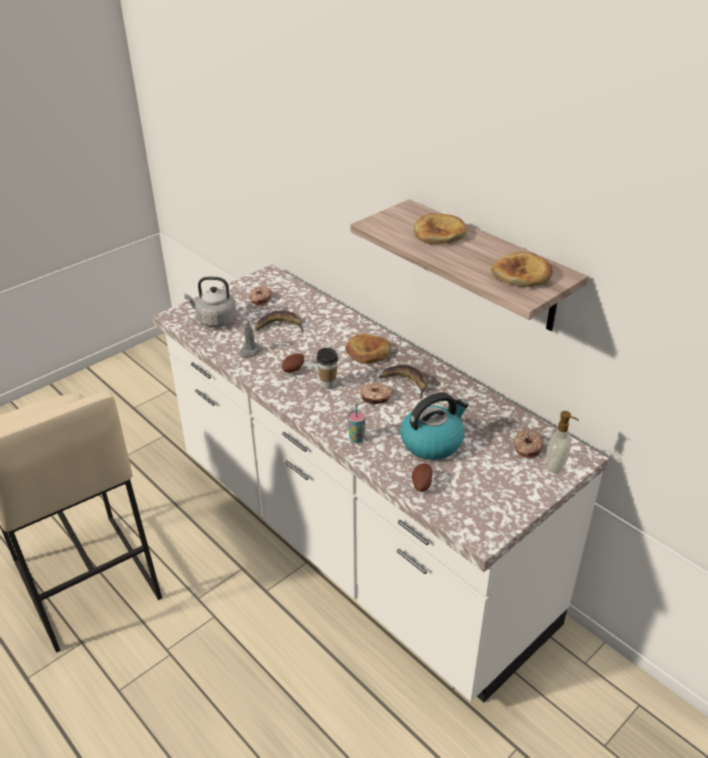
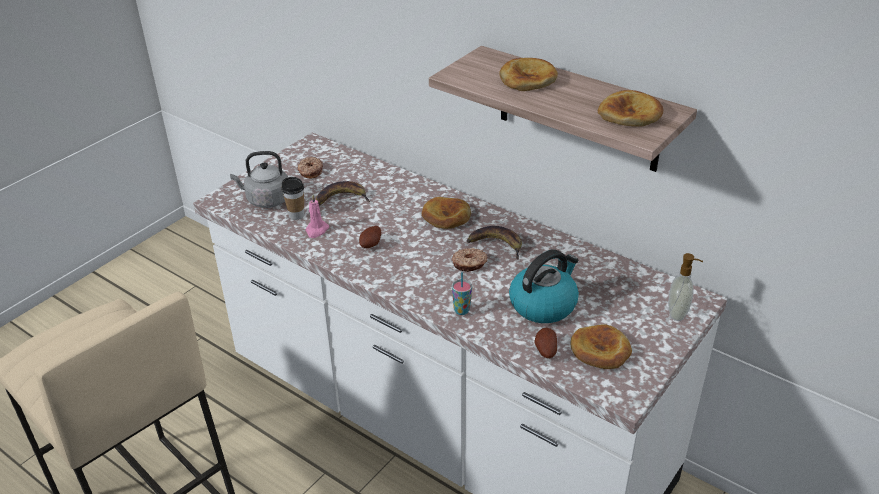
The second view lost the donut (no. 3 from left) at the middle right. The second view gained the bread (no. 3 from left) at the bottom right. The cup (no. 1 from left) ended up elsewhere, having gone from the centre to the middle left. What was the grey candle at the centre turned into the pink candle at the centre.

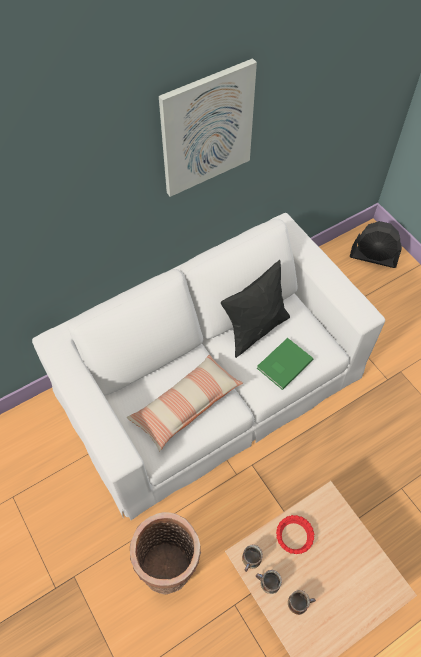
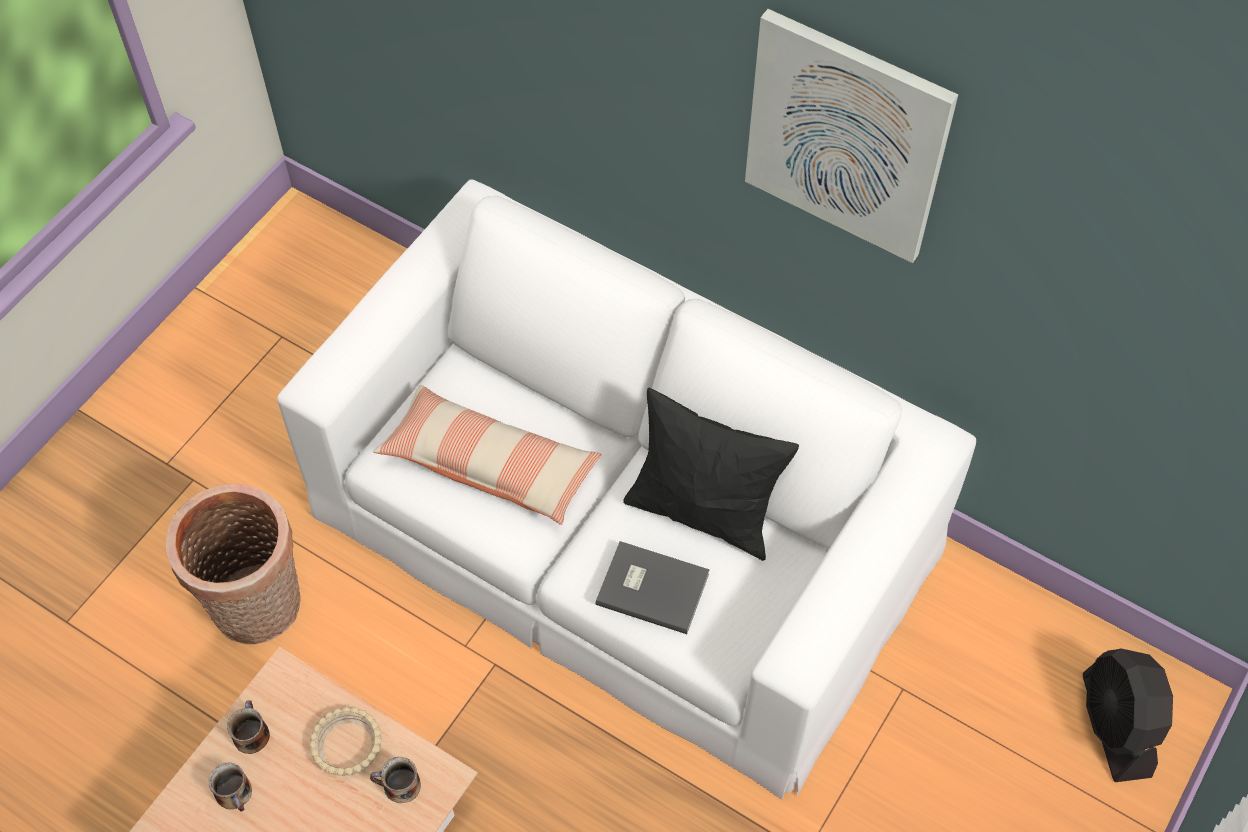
The mug (no. 1 from left in the first image) ended up elsewhere, having gone from the bottom centre to the bottom left. What was the green book at the middle right turned into the grey book at the bottom centre. What was the red bowl at the bottom right turned into the beige bowl at the bottom left.

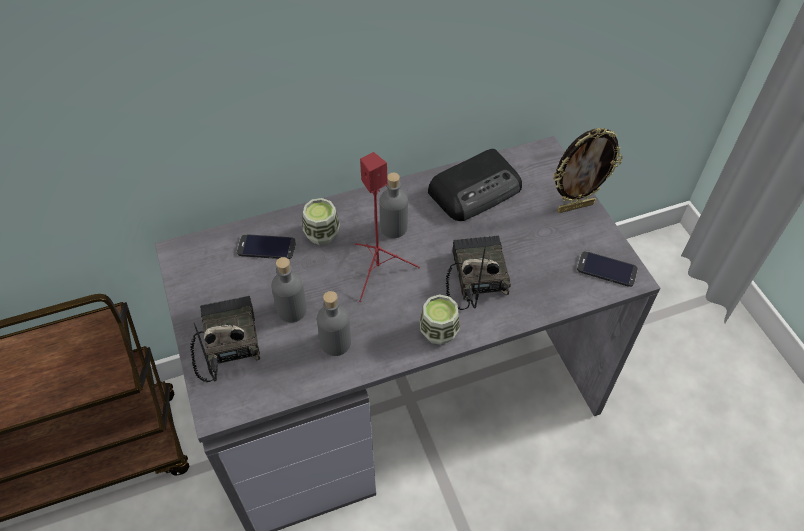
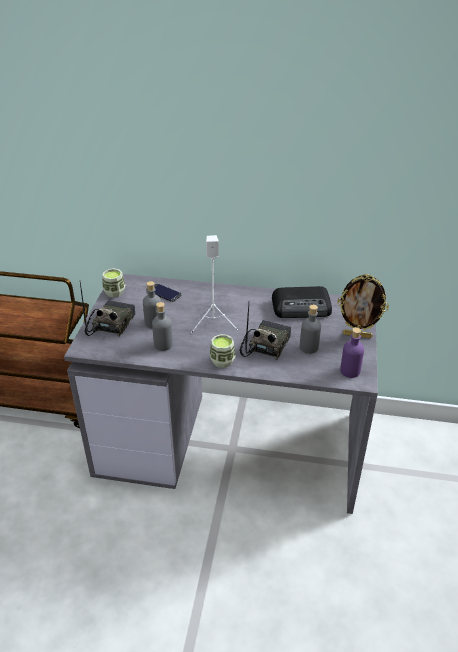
The cup (no. 1 from left) ended up elsewhere, having gone from the centre to the middle left. The grey bottle (no. 3 from left) ended up elsewhere, having gone from the centre to the middle right. Where the phone (no. 2 from left) stood at the middle right, the purple bottle came to stand at the middle right. What was the red speaker at the centre turned into the white speaker at the centre.

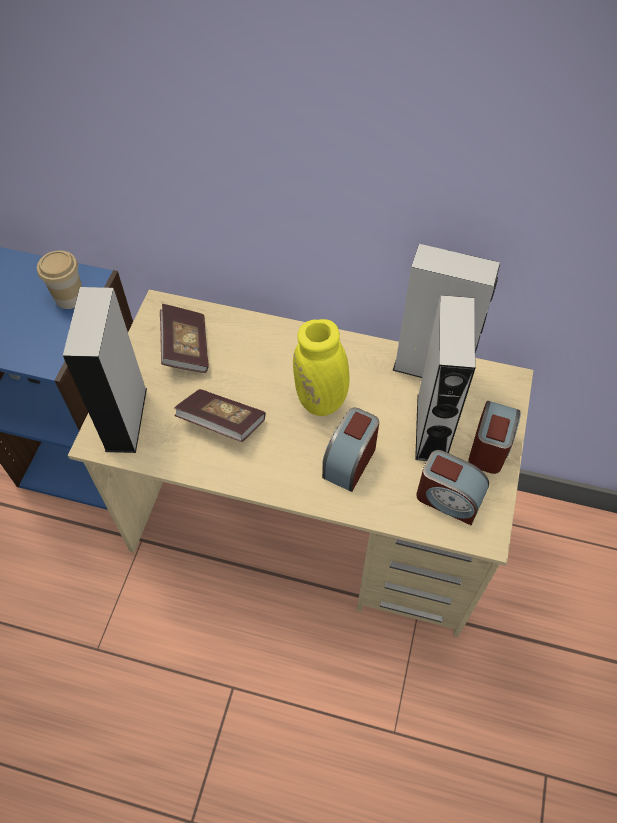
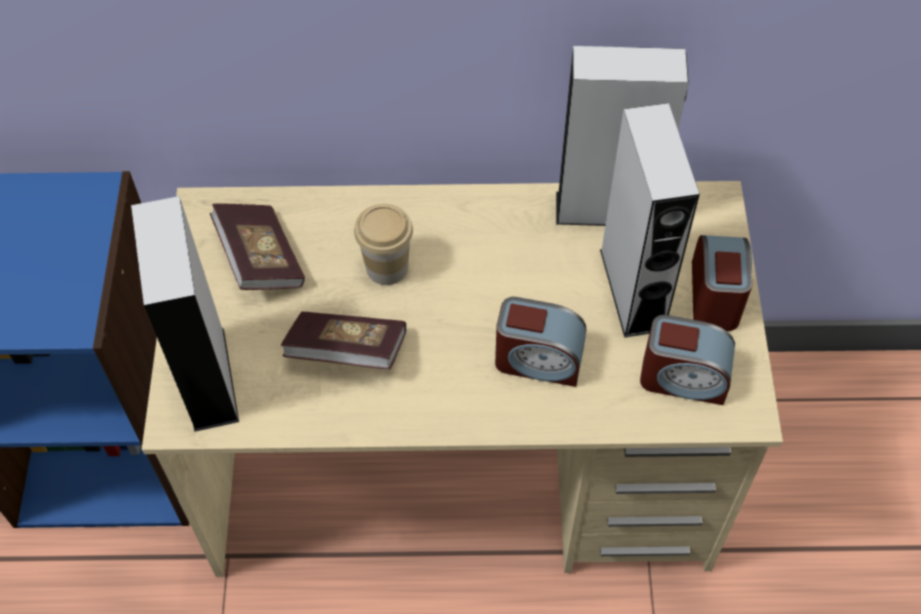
The second view lost the yellow vase at the centre. The cup ended up elsewhere, having gone from the middle left to the centre. The alarm clock (no. 1 from left) at the centre ended up facing another way, 90 degrees counterclockwise from before.

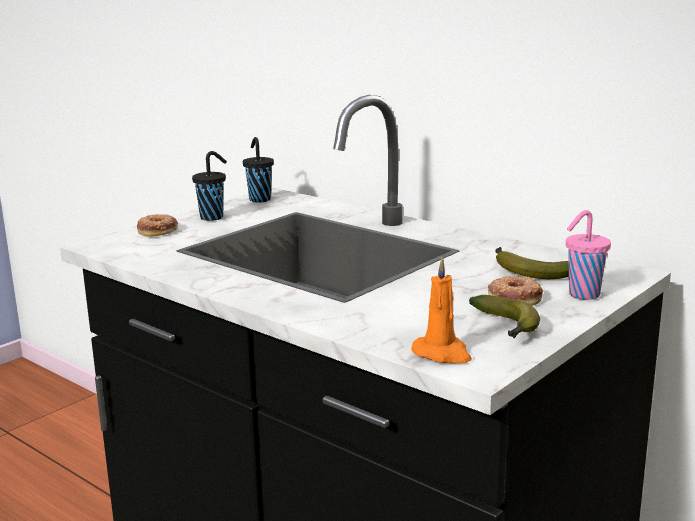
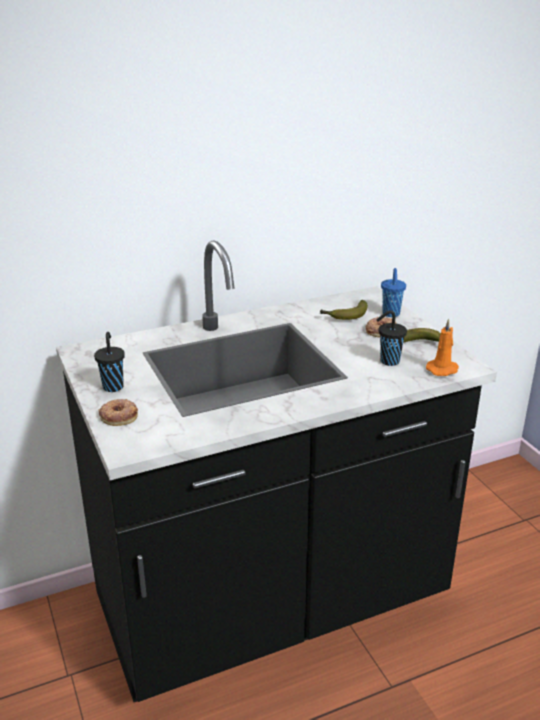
The black cup (no. 2 from left) ended up elsewhere, having gone from the top centre to the middle right. What was the pink cup at the middle right turned into the blue cup at the middle right.

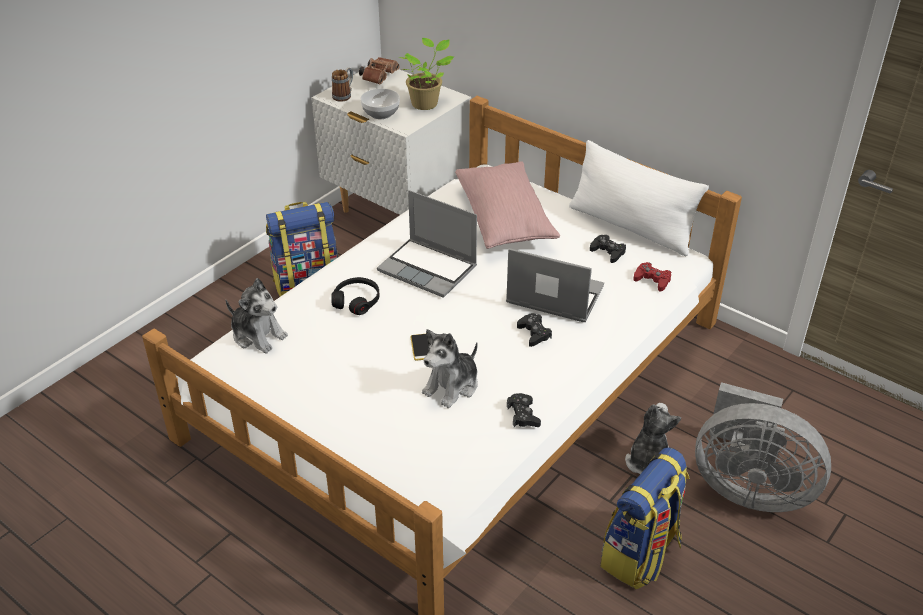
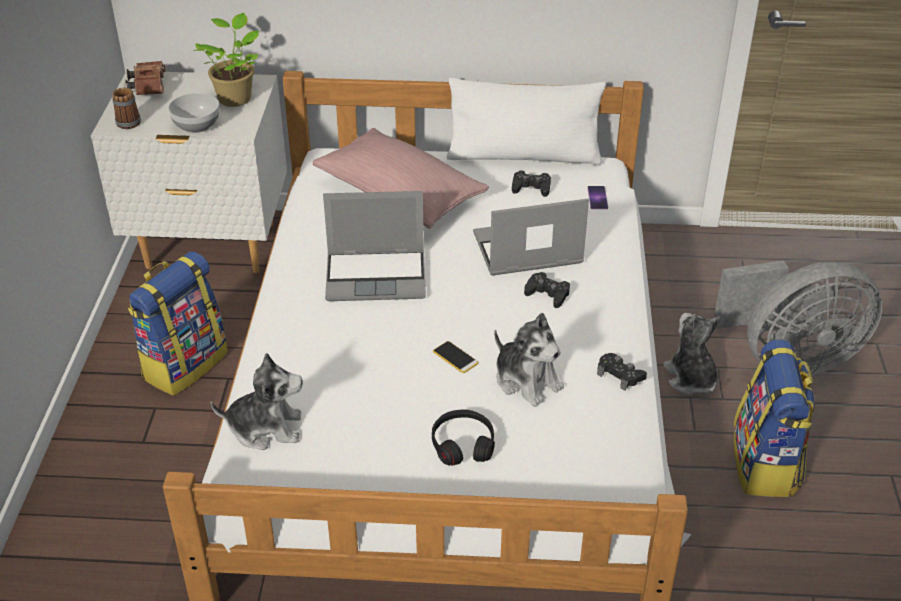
The black headphones ended up elsewhere, having gone from the centre to the bottom centre. Where the red game controller stood at the middle right, the phone (no. 2 from left) came to stand at the top centre. The plush toy (no. 2 from left) at the centre ended up facing another way, 45 degrees counterclockwise from before.

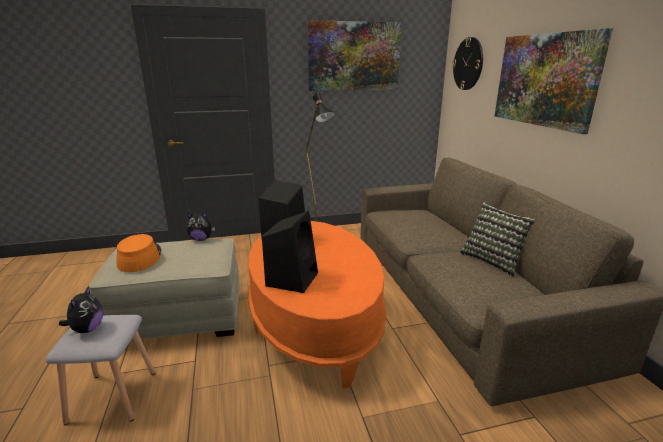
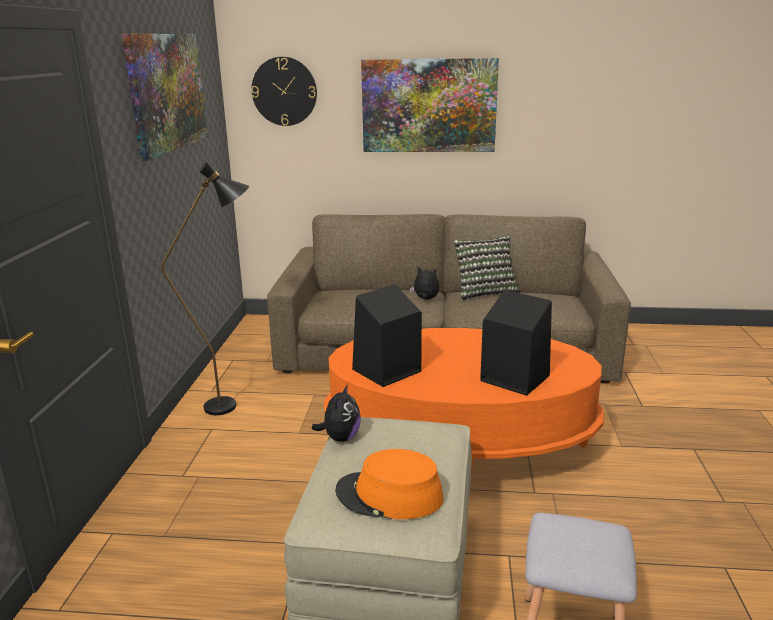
The plush toy (no. 1 from left in the first image) ended up elsewhere, having gone from the bottom left to the centre.

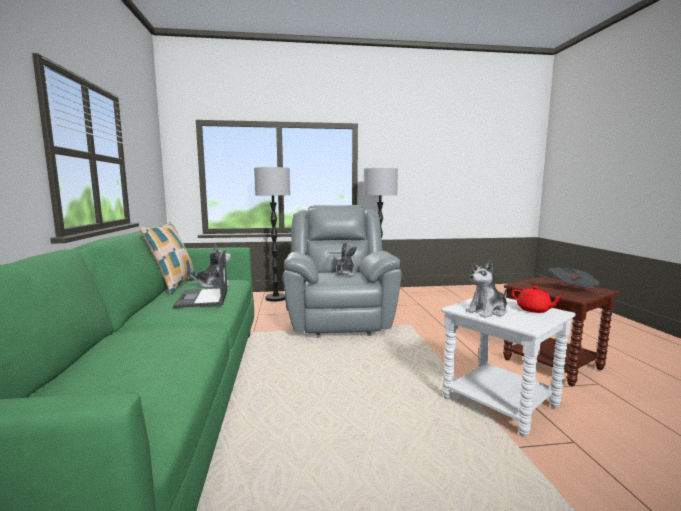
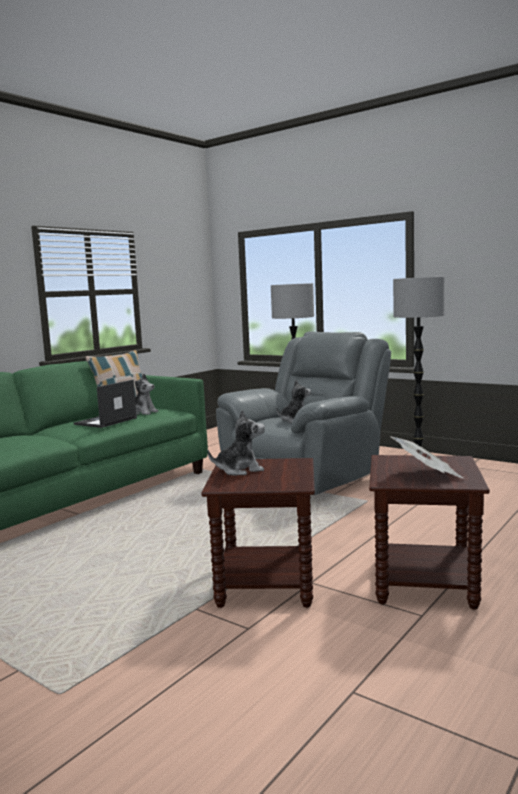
The second view lost the red teapot at the middle right. What was the white side table at the bottom right turned into the brown side table (no. 1 from left) at the bottom centre. The plush toy (no. 3 from left in the first image) at the middle right ended up facing another way, 150 degrees clockwise from before.

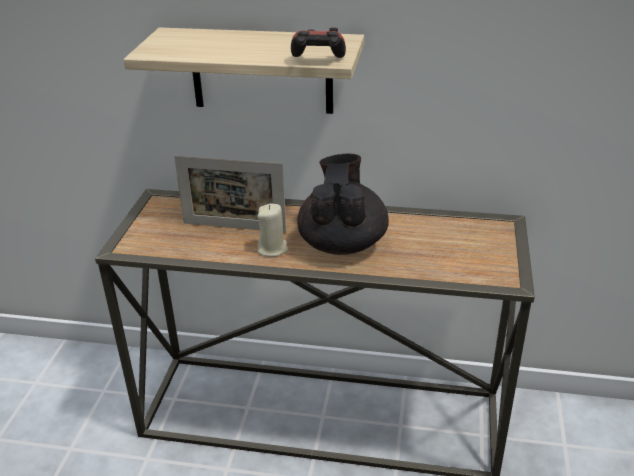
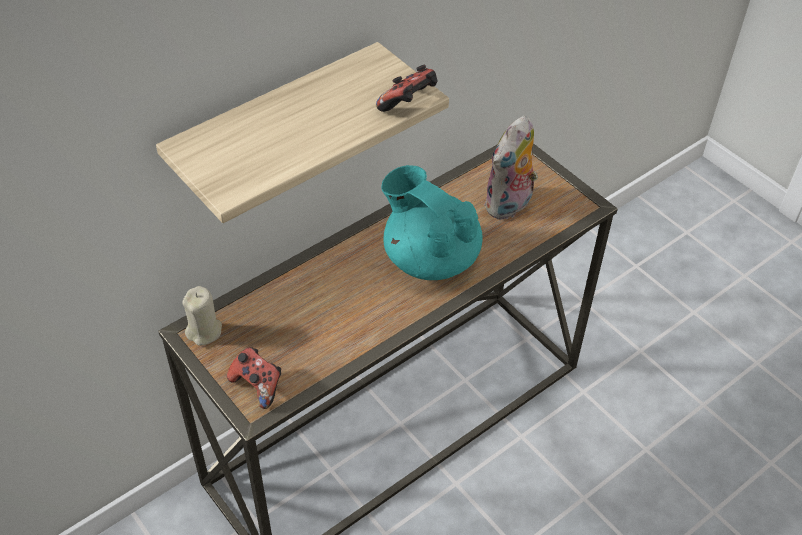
The second view lost the picture frame at the centre. The second view gained the game controller (no. 1 from left) at the bottom left. The second view gained the plush toy at the top centre. The beige candle ended up elsewhere, having gone from the centre to the middle left. What was the black teapot at the centre turned into the turquoise teapot at the centre.

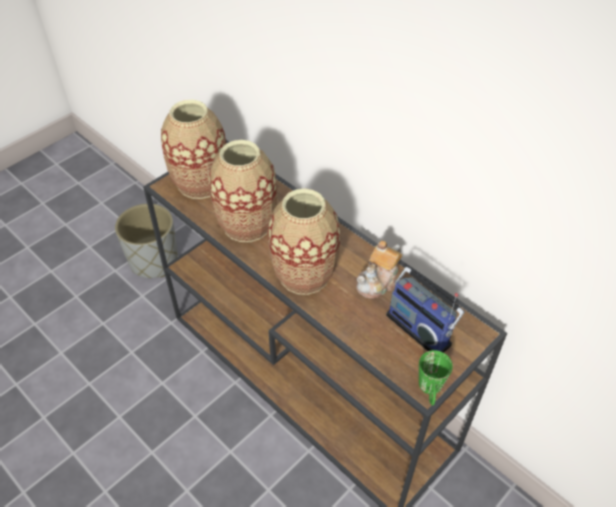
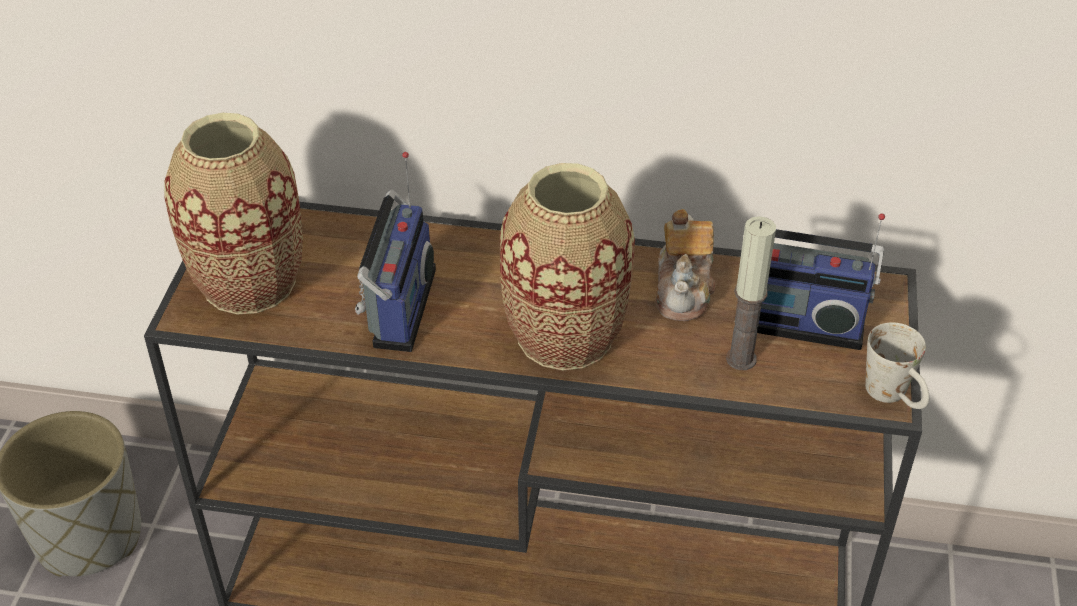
The second view gained the candle at the middle right. Where the vase (no. 2 from left) stood at the centre, the radio (no. 1 from left) came to stand at the centre. What was the green mug at the bottom right turned into the white mug at the middle right.

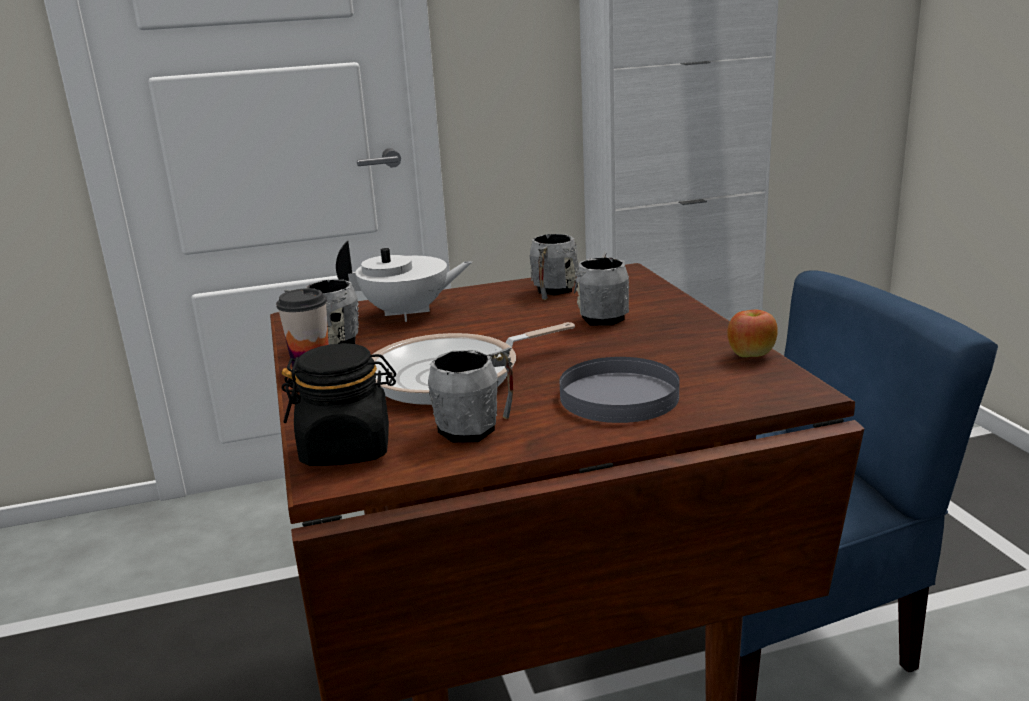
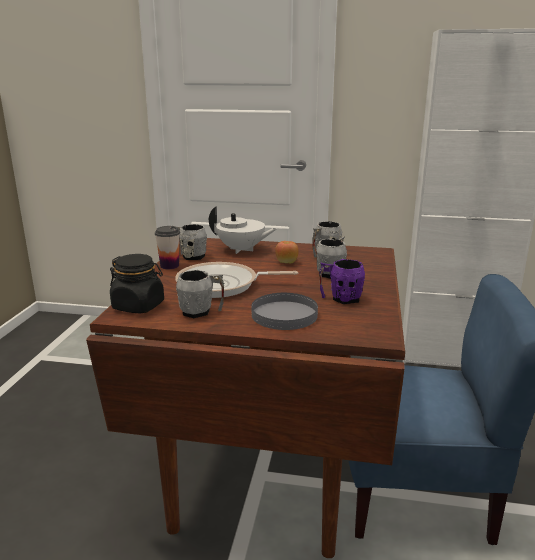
The second view gained the purple mug at the centre. The apple ended up elsewhere, having gone from the middle right to the centre.

